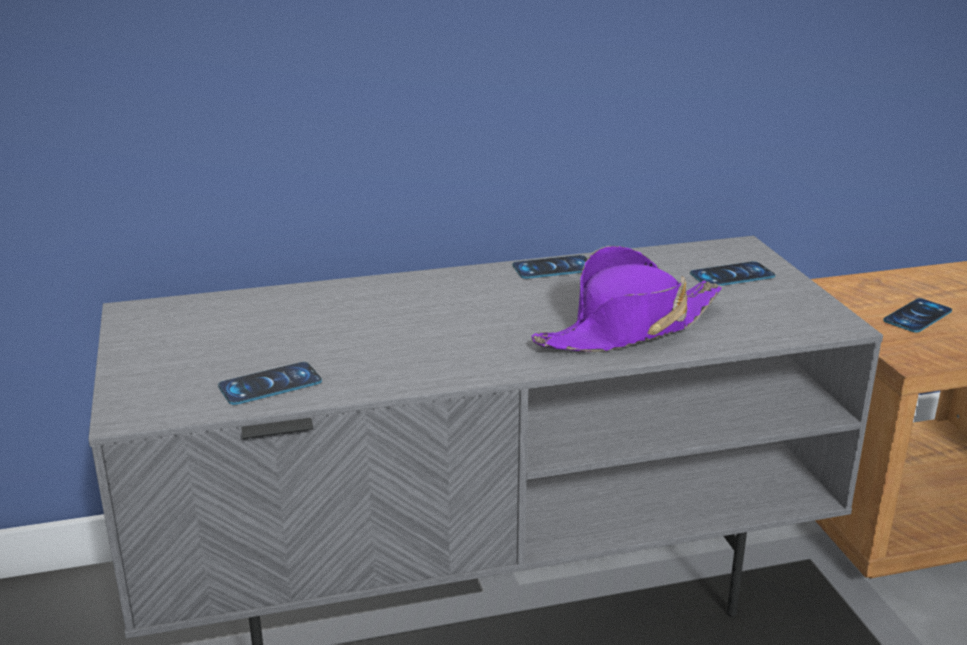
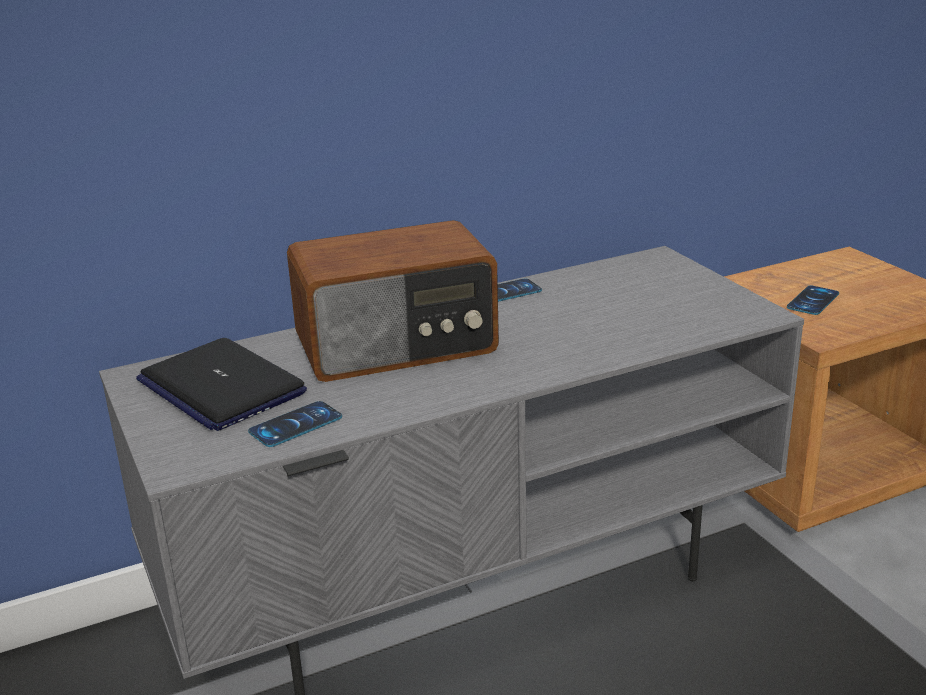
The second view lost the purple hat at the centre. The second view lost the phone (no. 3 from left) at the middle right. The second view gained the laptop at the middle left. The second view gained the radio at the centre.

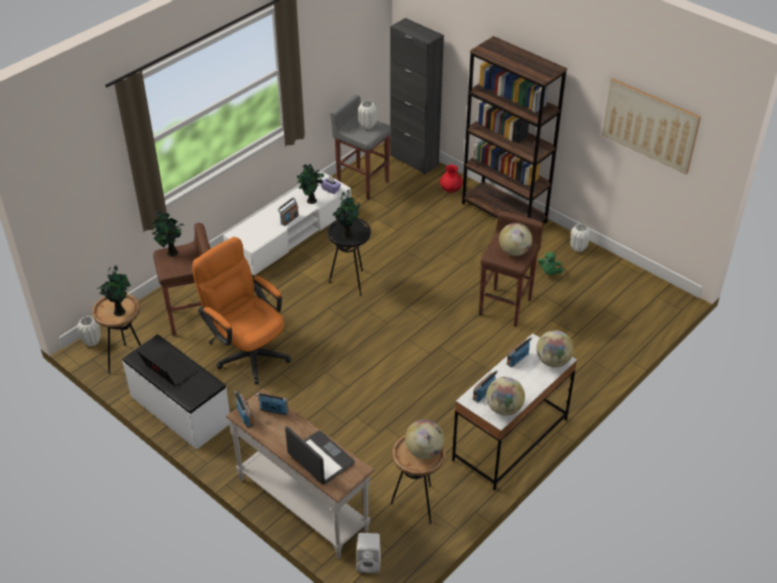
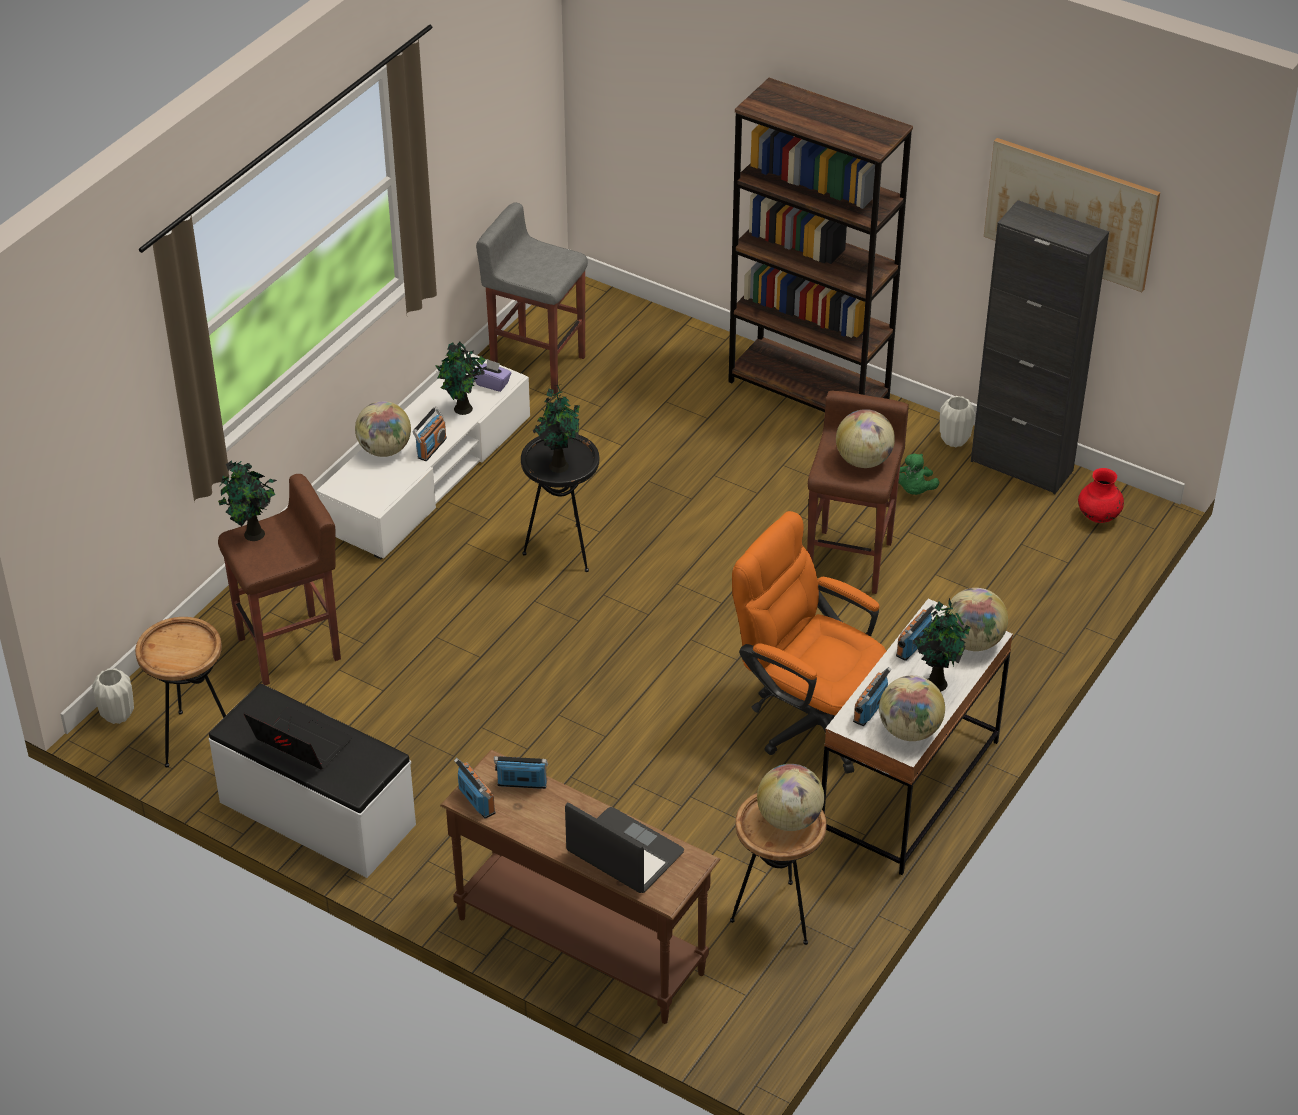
The second view lost the white speaker at the bottom centre. The second view lost the white vase (no. 2 from left) at the top centre. The second view gained the globe (no. 1 from left) at the middle left. The potted plant (no. 1 from left in the first image) ended up elsewhere, having gone from the middle left to the middle right. The orange office chair ended up elsewhere, having gone from the middle left to the centre. The black cabinet ended up elsewhere, having gone from the top centre to the top right. The red vase ended up elsewhere, having gone from the top centre to the middle right. What was the white console table at the bottom centre turned into the brown console table at the bottom centre.

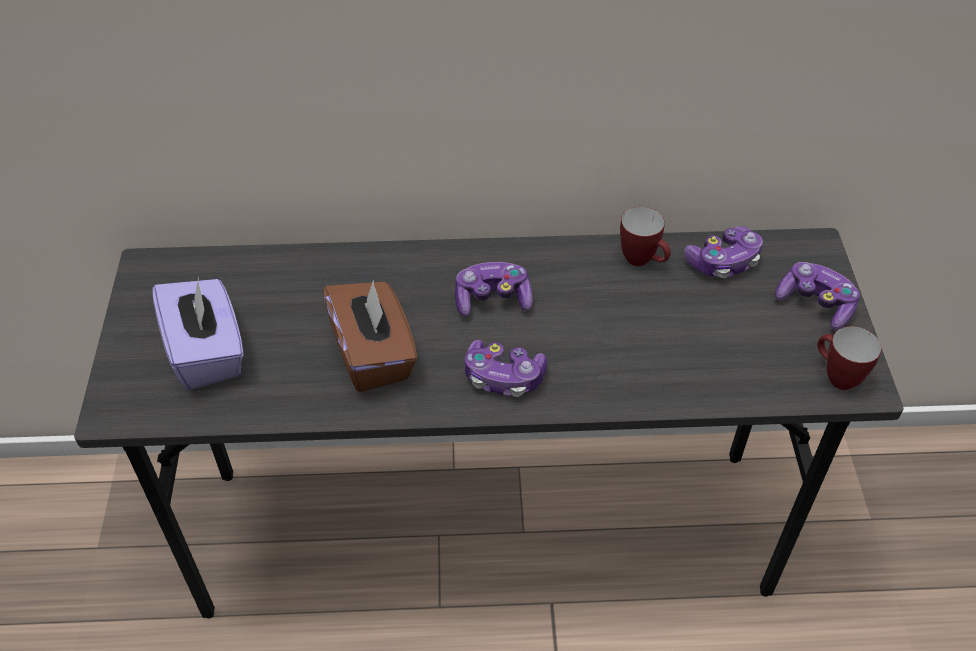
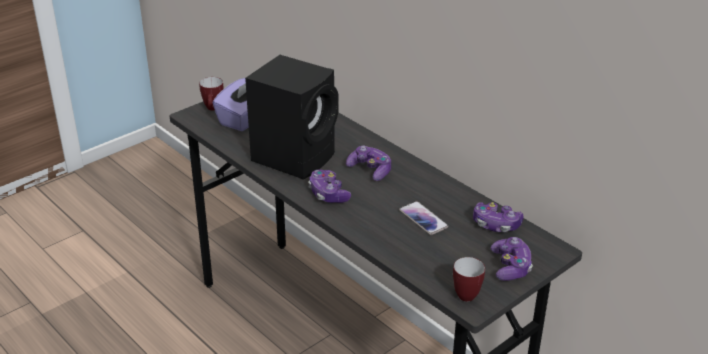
The second view gained the phone at the centre. The mug (no. 1 from left) ended up elsewhere, having gone from the centre to the top left. Where the brown tissue box stood at the centre, the black speaker came to stand at the top centre.

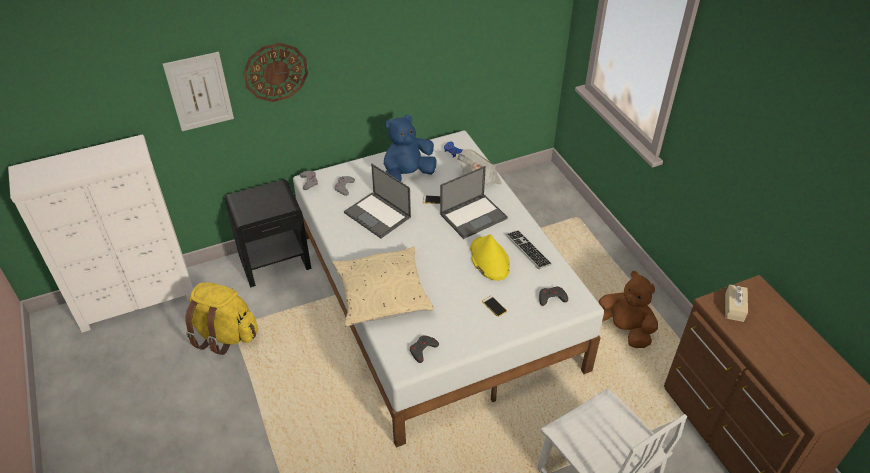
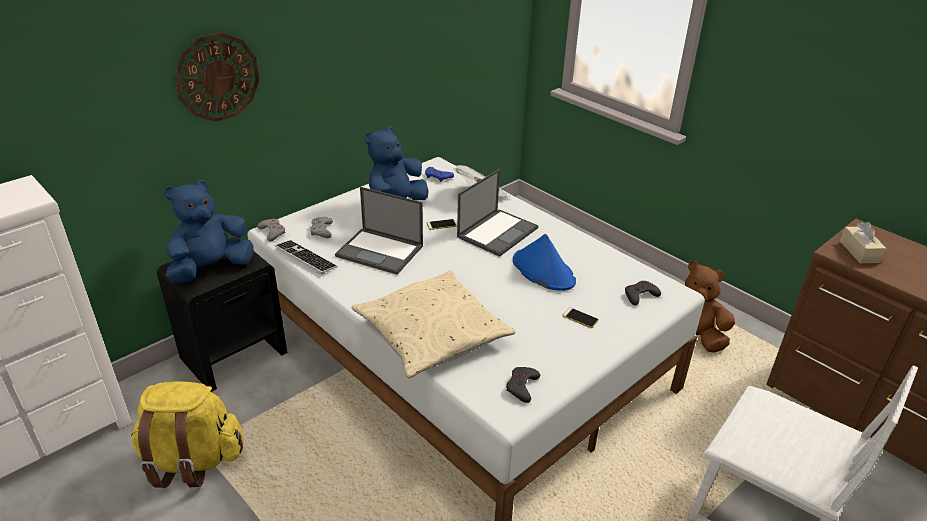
The second view lost the picture at the top left. The second view gained the blue plush toy (no. 1 from left) at the middle left. The keyboard ended up elsewhere, having gone from the centre to the middle left. What was the yellow hat at the centre turned into the blue hat at the centre.

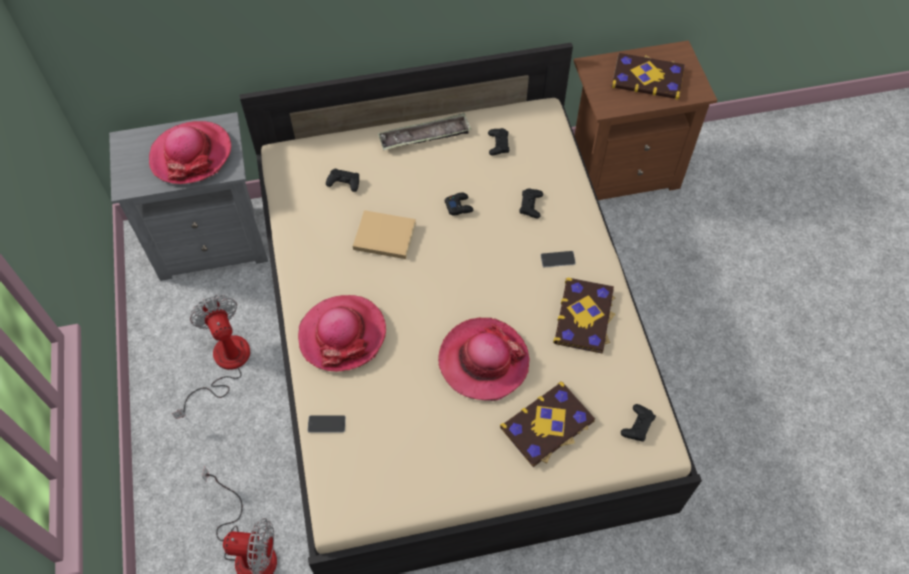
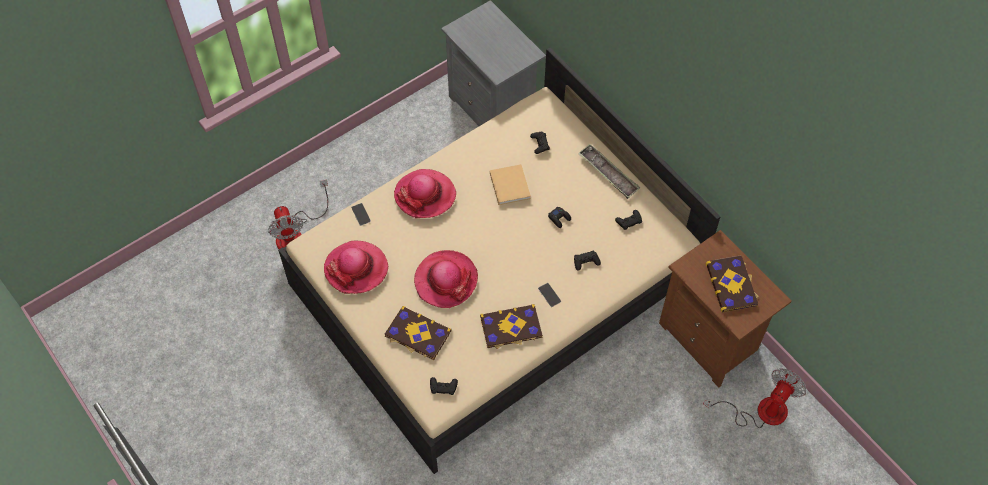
The hat (no. 1 from left) ended up elsewhere, having gone from the top left to the centre. The fan (no. 1 from left in the first image) ended up elsewhere, having gone from the middle left to the bottom right.

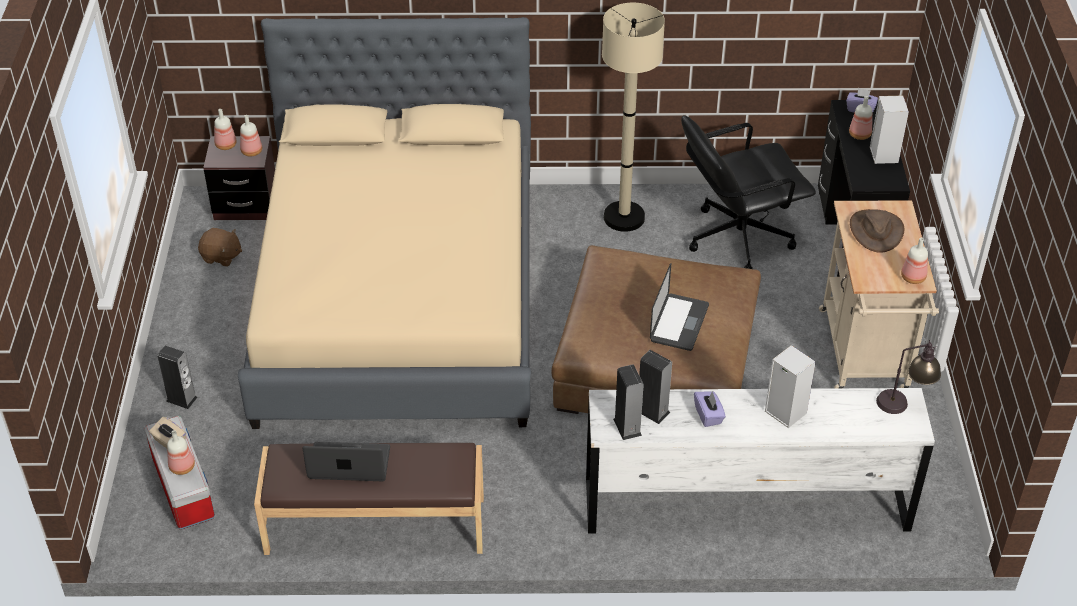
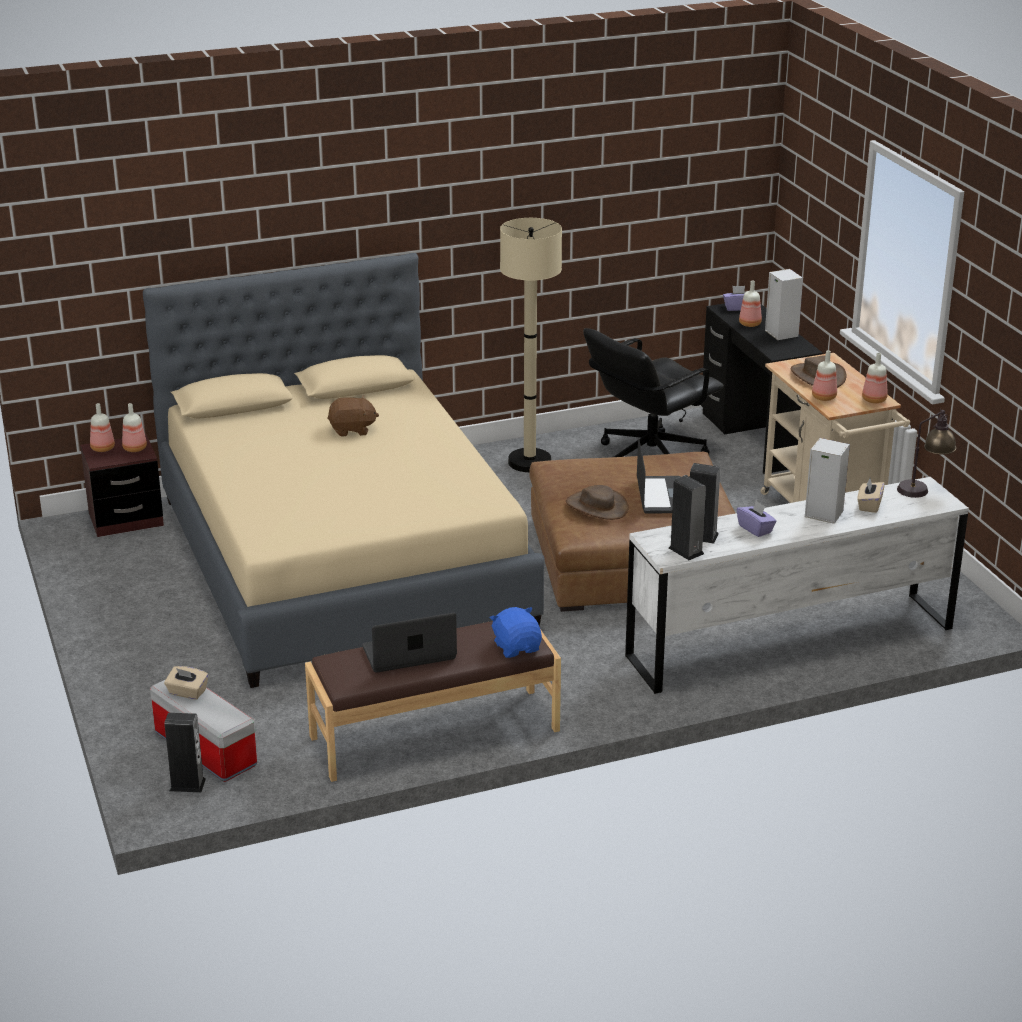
The second view gained the blue plush toy at the centre. The second view gained the brown hat (no. 1 from left) at the centre. The second view gained the beige tissue box (no. 2 from left) at the middle right. The speaker (no. 1 from left) ended up elsewhere, having gone from the middle left to the bottom left. The bottle (no. 1 from left in the first image) ended up elsewhere, having gone from the bottom left to the middle right. The brown plush toy ended up elsewhere, having gone from the middle left to the centre.

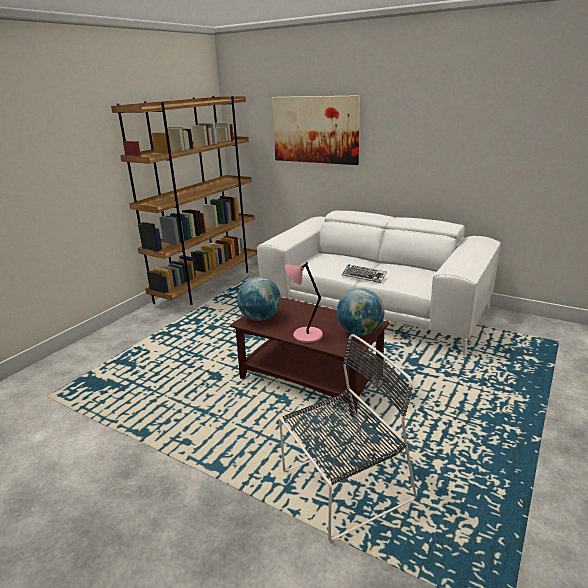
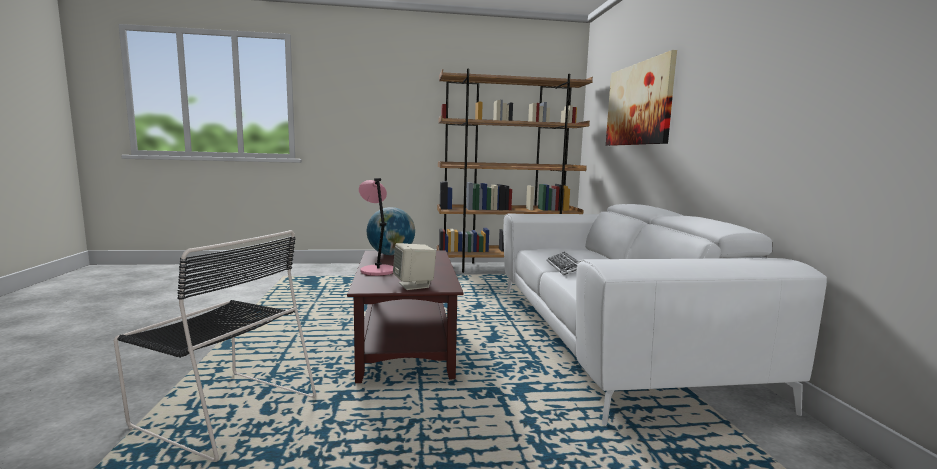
Where the globe (no. 2 from left) stood at the centre, the beige speaker came to stand at the centre.

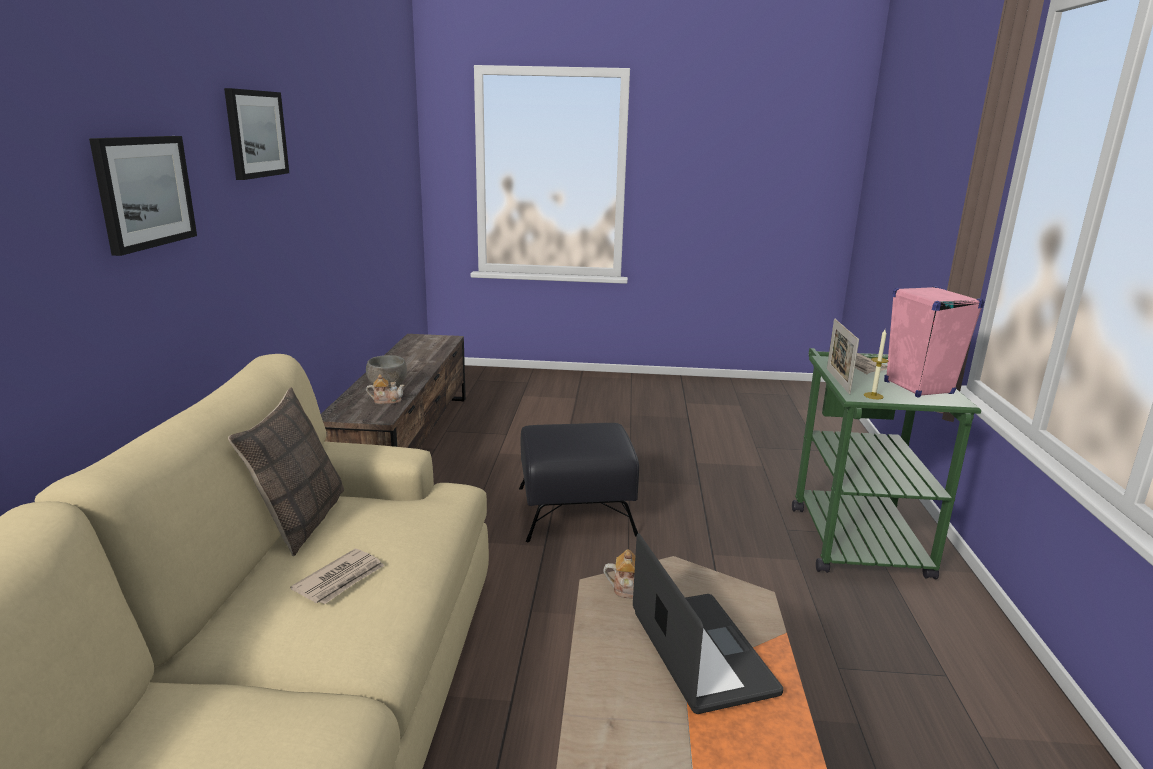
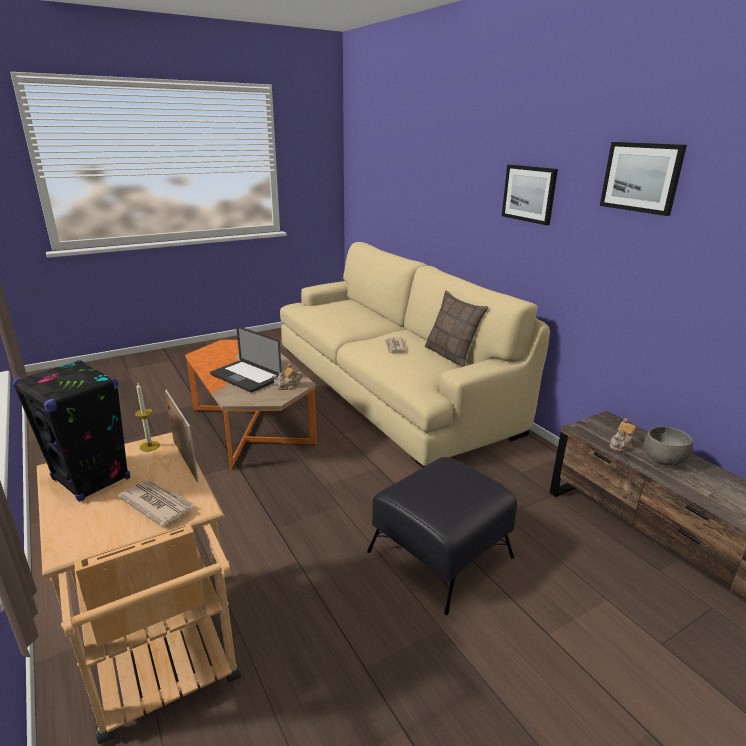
What was the green cart at the middle right turned into the beige cart at the bottom left. What was the pink speaker at the middle right turned into the black speaker at the middle left.

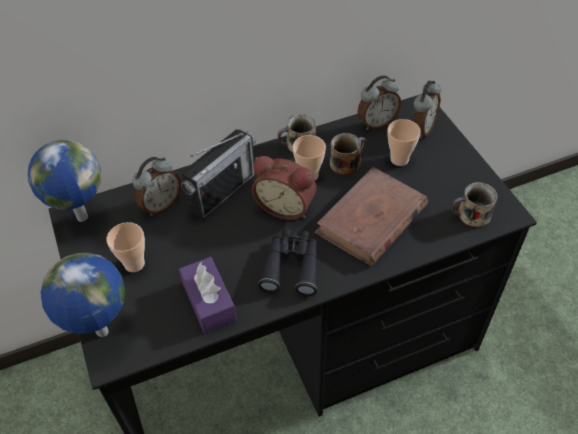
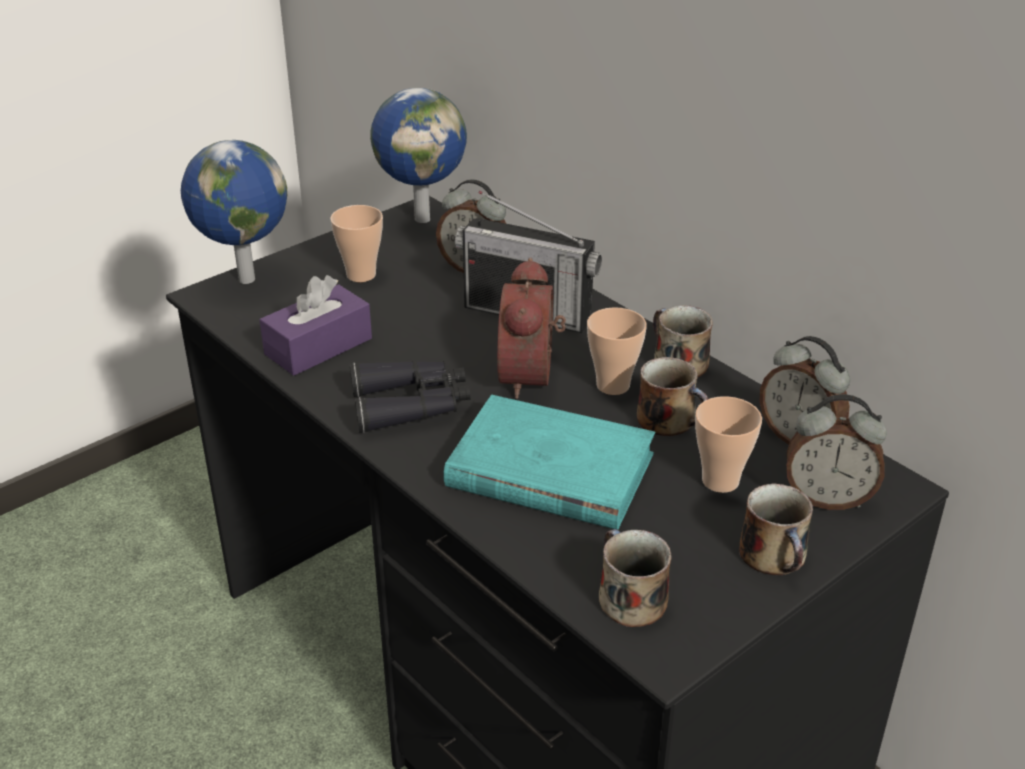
The second view gained the mug (no. 4 from left) at the bottom right. What was the brown book at the centre turned into the turquoise book at the centre.

